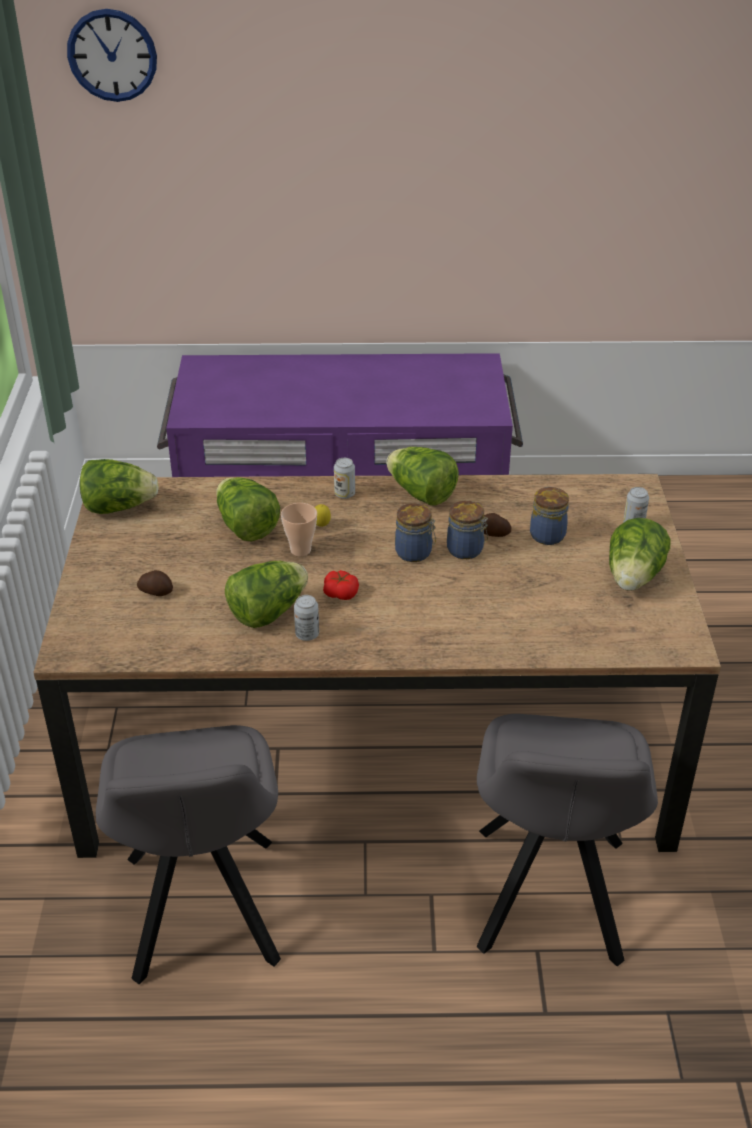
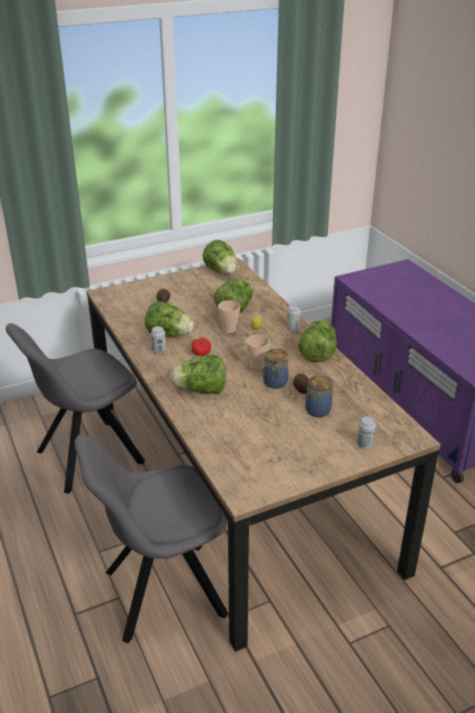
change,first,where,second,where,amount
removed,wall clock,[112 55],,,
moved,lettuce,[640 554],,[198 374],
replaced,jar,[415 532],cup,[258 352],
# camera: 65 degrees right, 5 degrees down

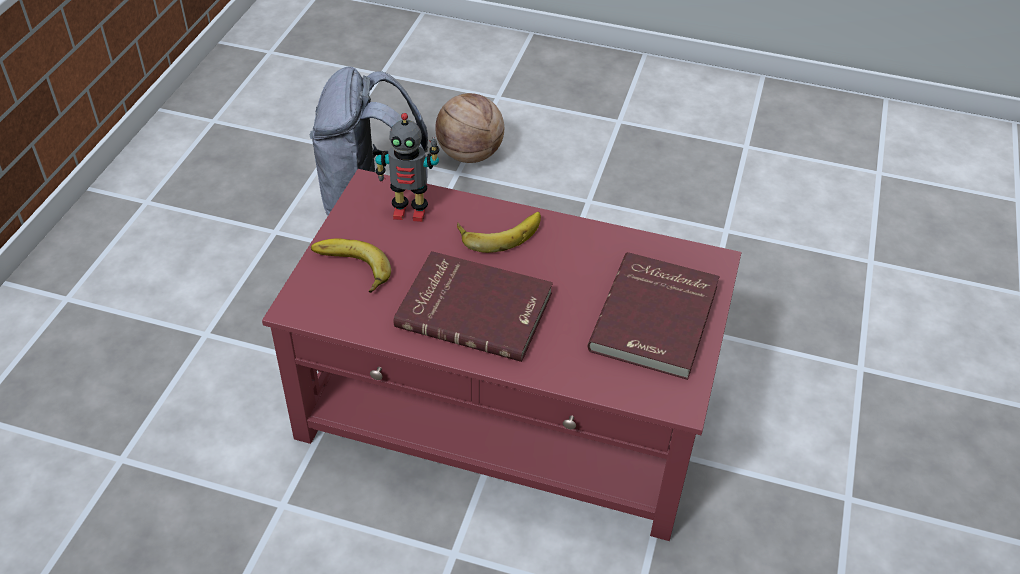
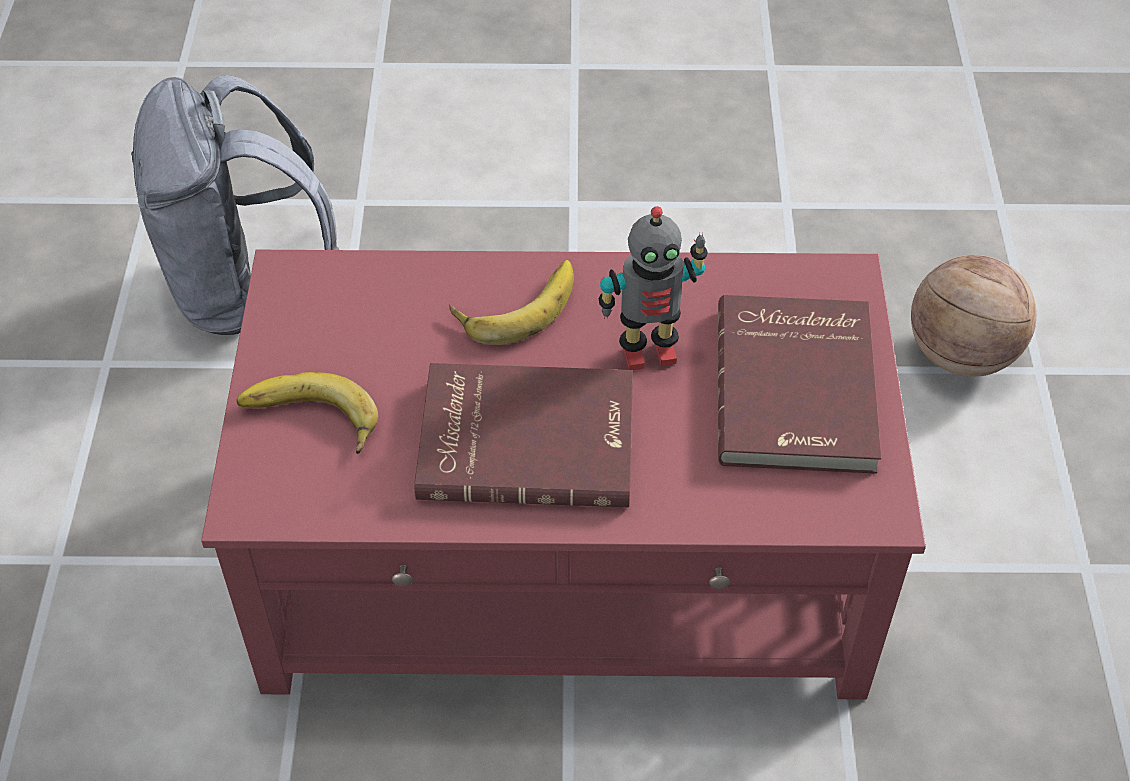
change,first,where,second,where,amount
moved,toy robot,[407 167],,[653 288],
moved,basketball,[469 128],,[973 316],
# camera: 15 degrees left, 5 degrees up

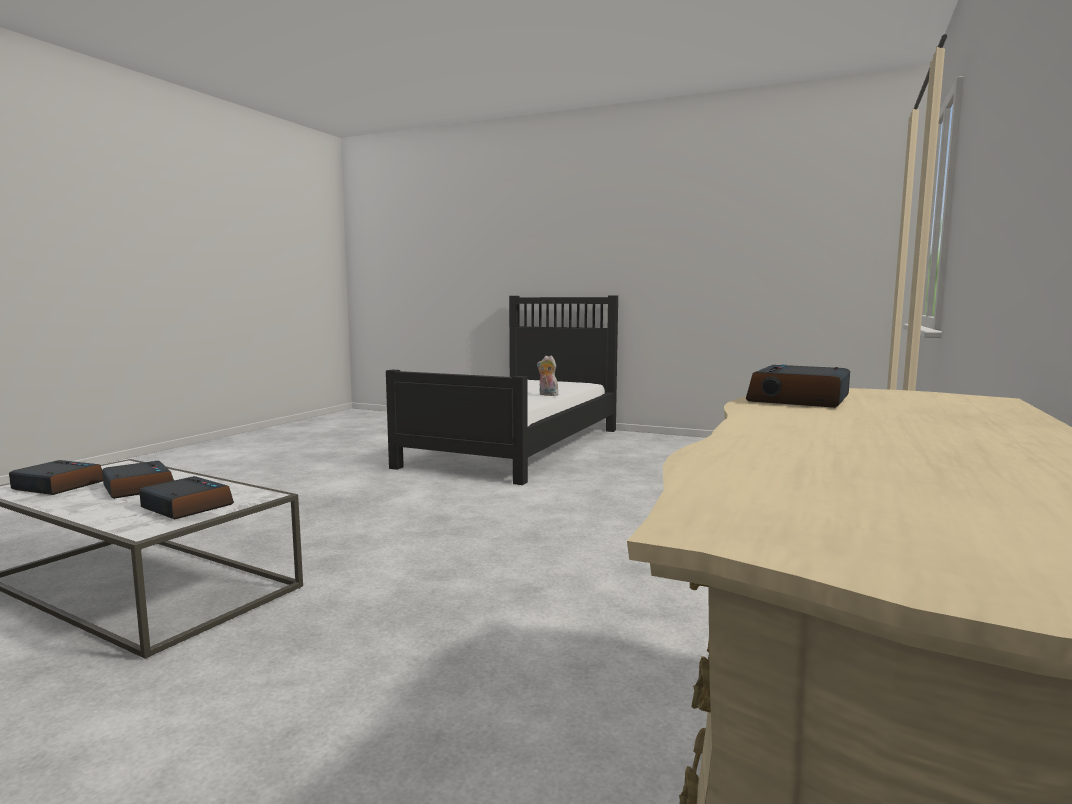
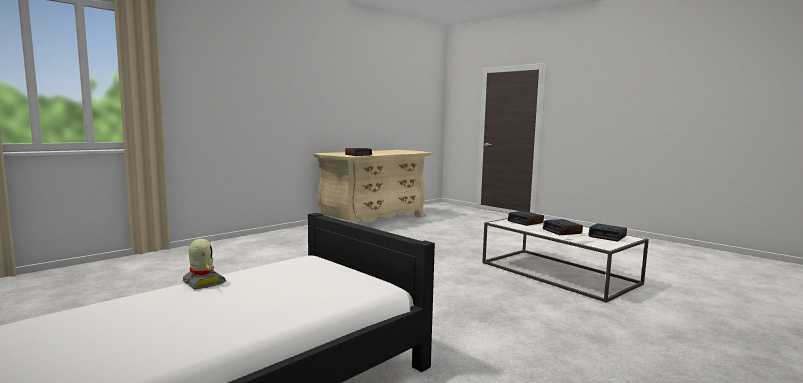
change,first,where,second,where,amount
replaced,plush toy,[547 376],toy robot,[204 264],
# camera: 160 degrees left, 0 degrees up

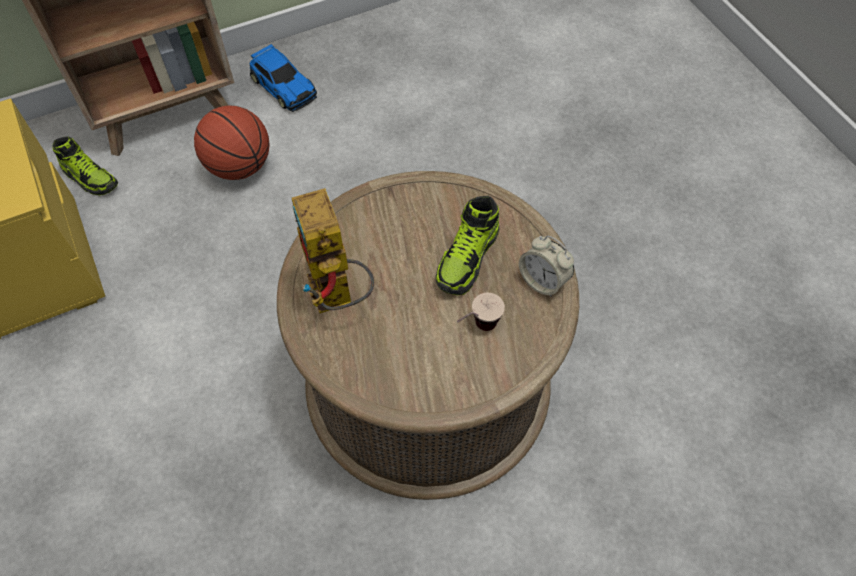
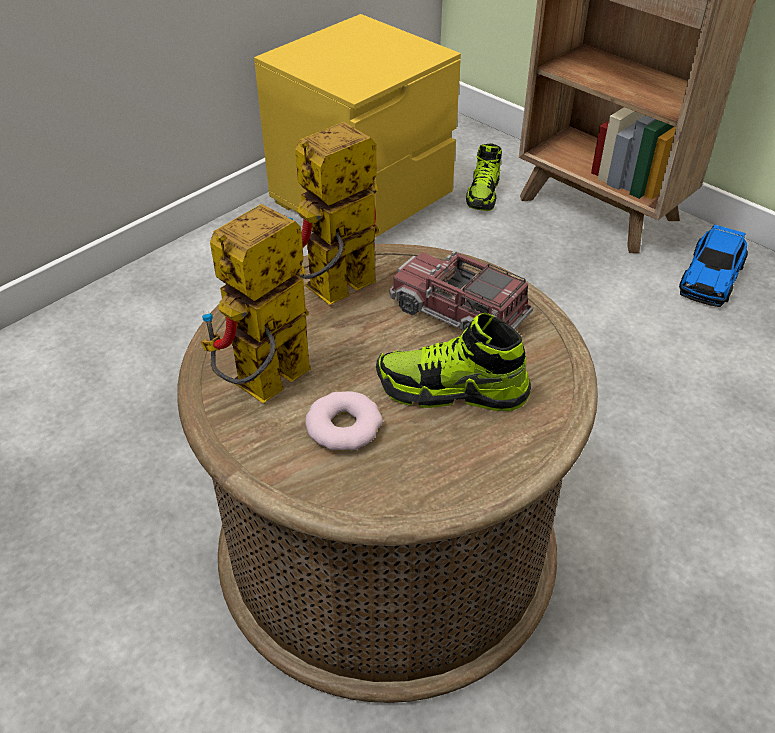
change,first,where,second,where,amount
removed,basketball,[232 143],,,
removed,alarm clock,[546 266],,,
added,,,toy robot,[256 303],
added,,,toy truck,[461 290],
replaced,cup,[481 311],donut,[344 421],
# camera: 70 degrees right, 15 degrees down

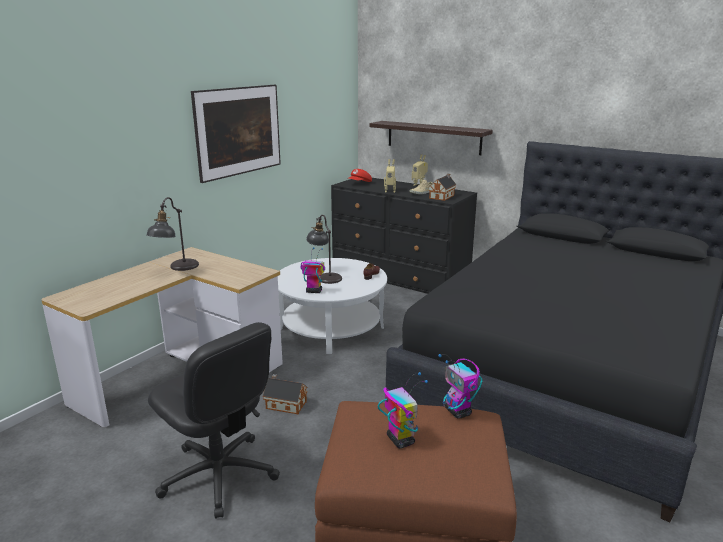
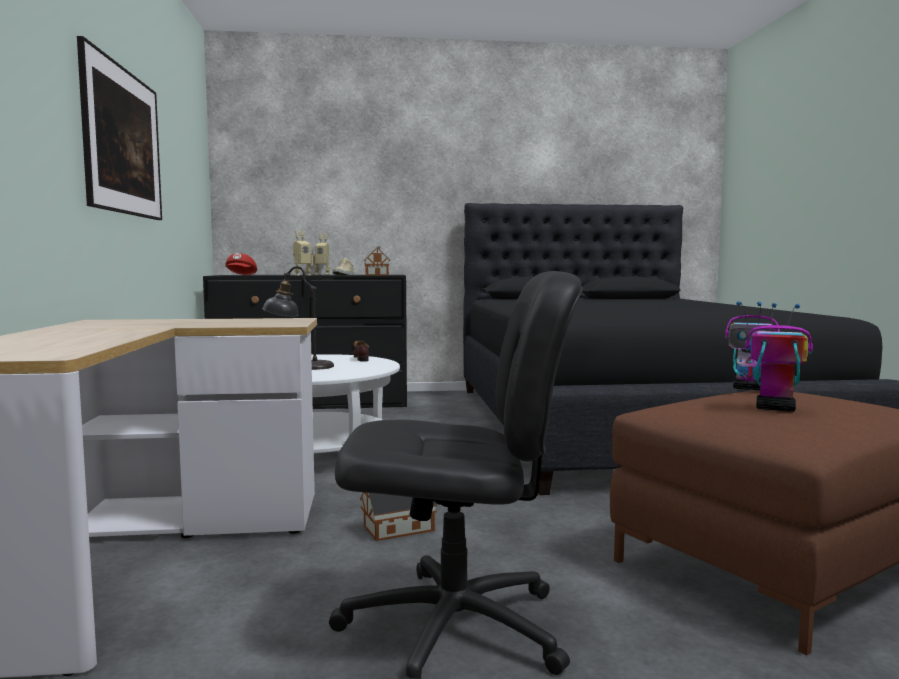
change,first,where,second,where,amount
removed,grey table lamp,[172 234],,,
removed,toy robot,[313 270],,,
removed,shelf,[431 138],,,
# camera: 40 degrees left, 15 degrees down

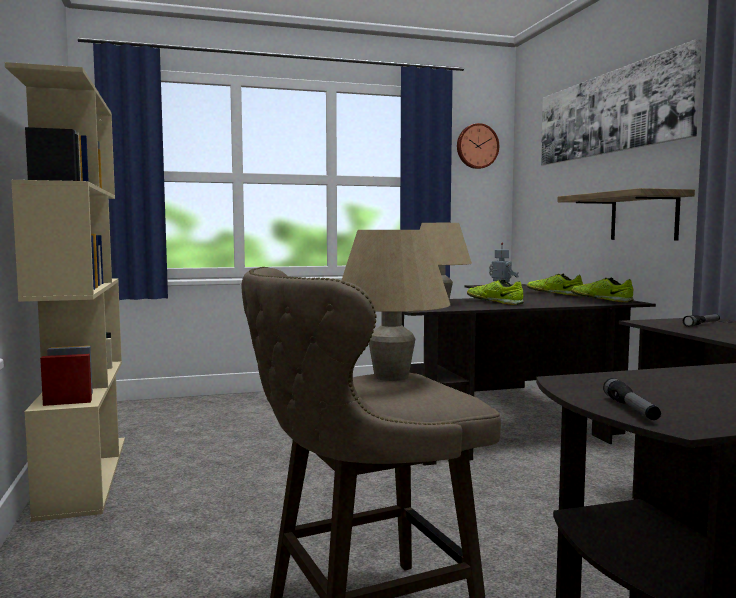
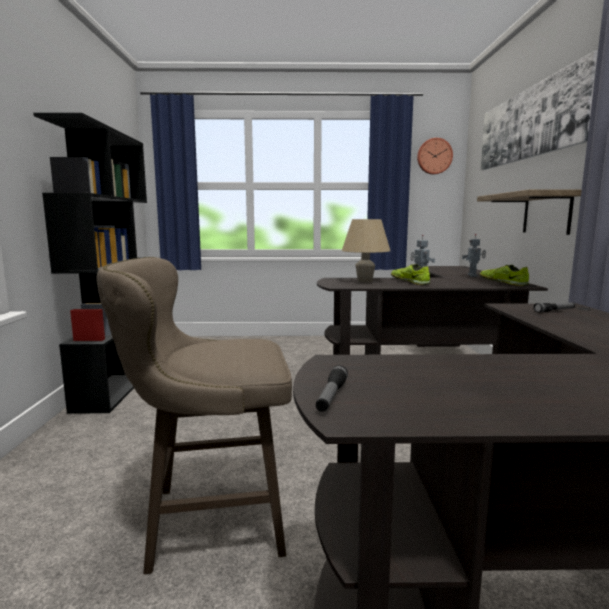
change,first,where,second,where,amount
removed,beige table lamp,[396 305],,,
replaced,shoe,[555 285],toy robot,[474 255],
recoloured,beige bookcase,[65 292],black bookcase,[90 263],
# camera: 15 degrees right, 5 degrees up

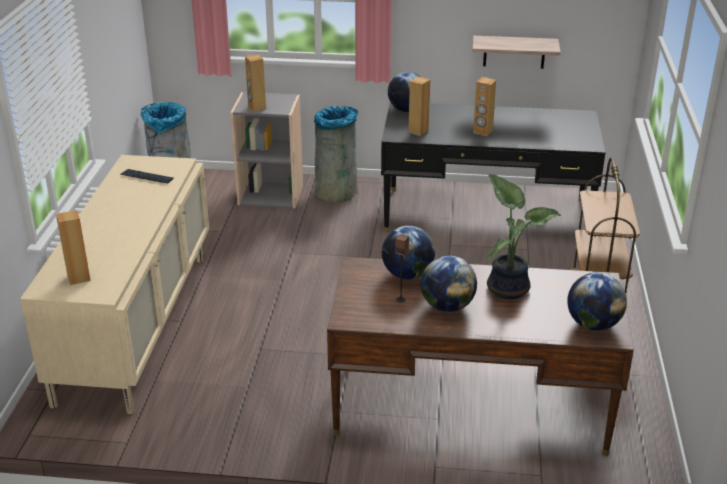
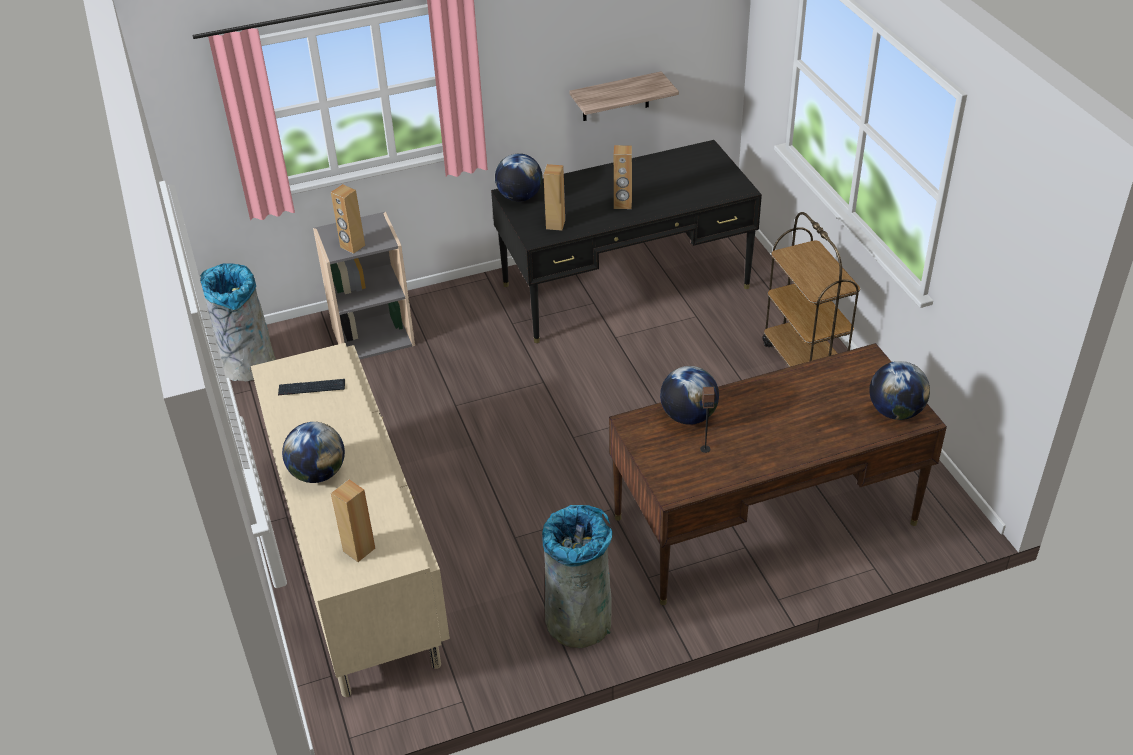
change,first,where,second,where,amount
removed,potted plant,[523 236],,,
moved,grey trash can,[336 154],,[577 576],
moved,globe,[449 283],,[313 452],
# camera: 25 degrees left, 10 degrees up

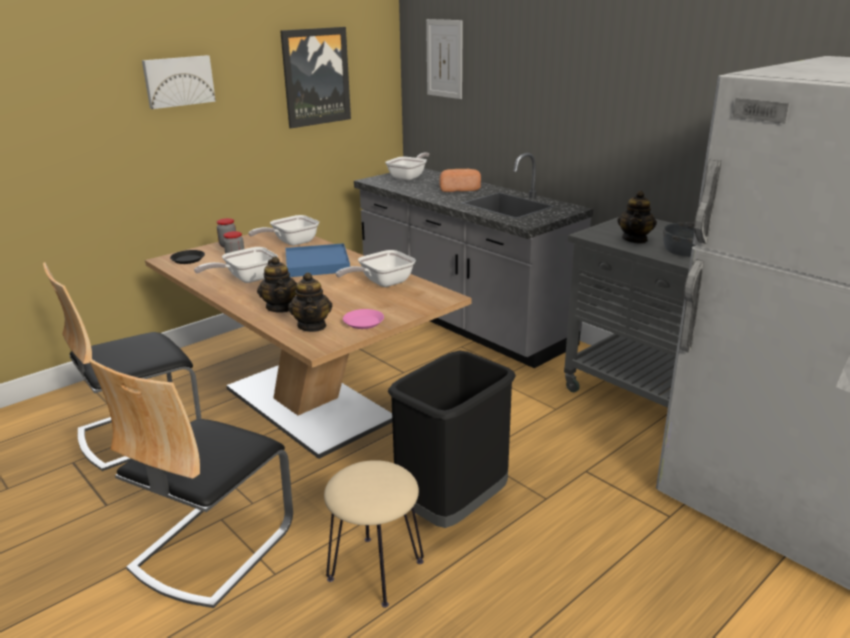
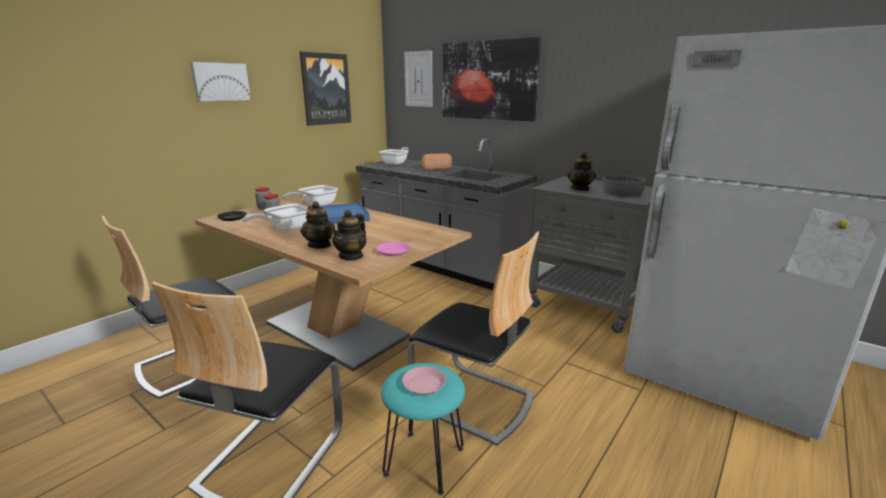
change,first,where,second,where,amount
removed,frying pan,[376 268],,,
added,,,pink plate,[424 380],
added,,,picture,[492 79],
replaced,black trash can,[452 439],chair,[473 338],
recoloured,beige stool,[374 534],turquoise stool,[423 429],
turned,teapot,[310 302],,[348 235],45 degrees clockwise
# camera: 10 degrees left, 5 degrees down

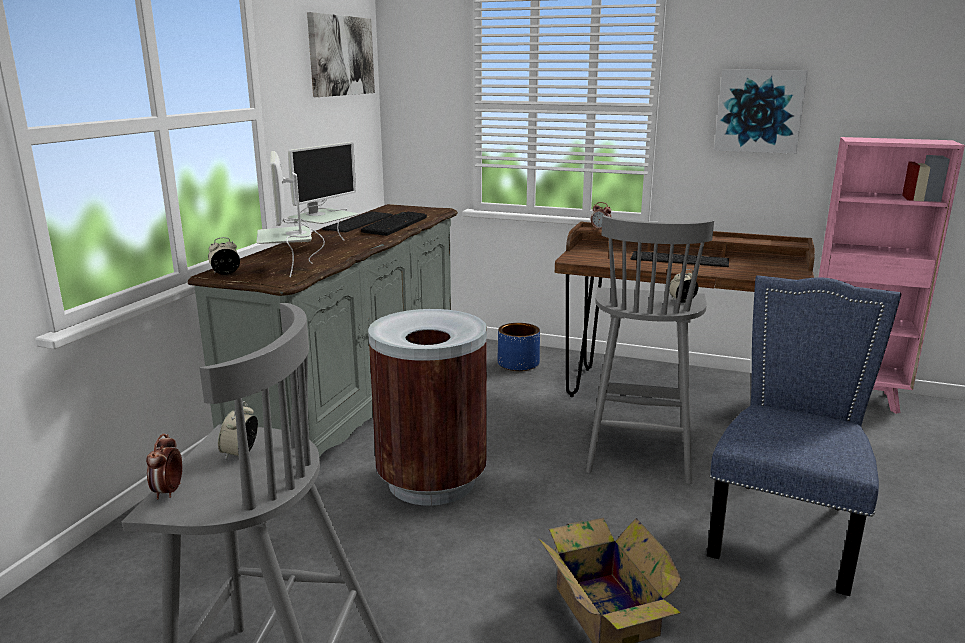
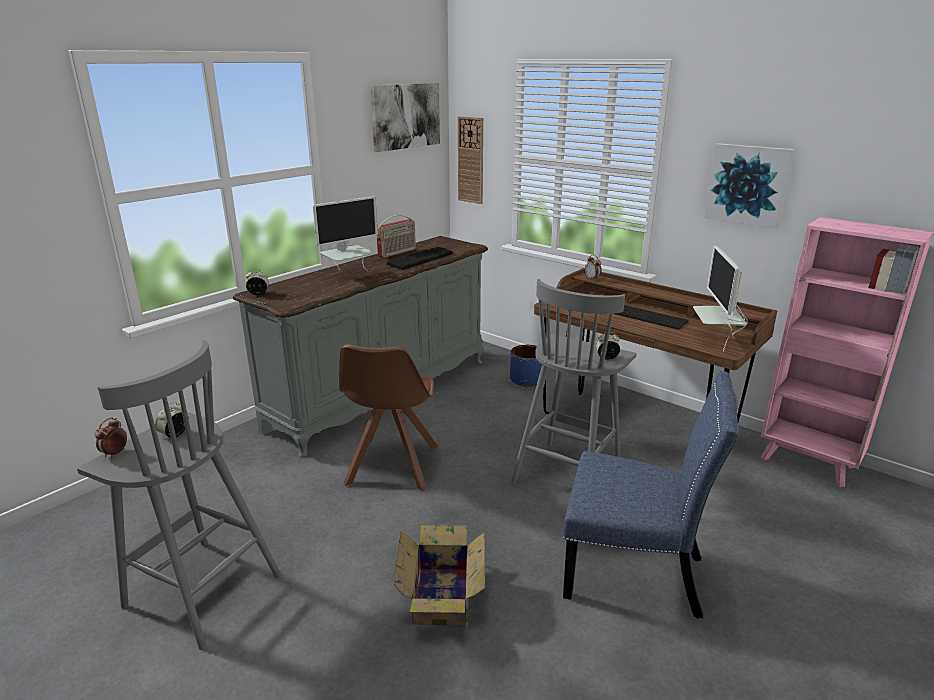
change,first,where,second,where,amount
added,,,wall clock,[470 160],
moved,monitor,[291 214],,[720 298],
replaced,keyboard,[357 221],radio,[396 236],
replaced,brown trash can,[427 407],brown chair,[388 417],
turned,blue chair,[804 435],,[651 495],60 degrees clockwise
# camera: 20 degrees right, 5 degrees up

